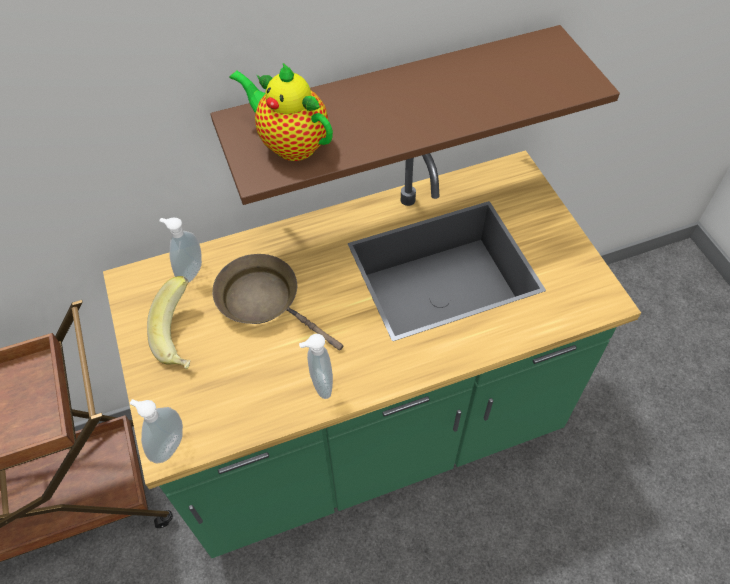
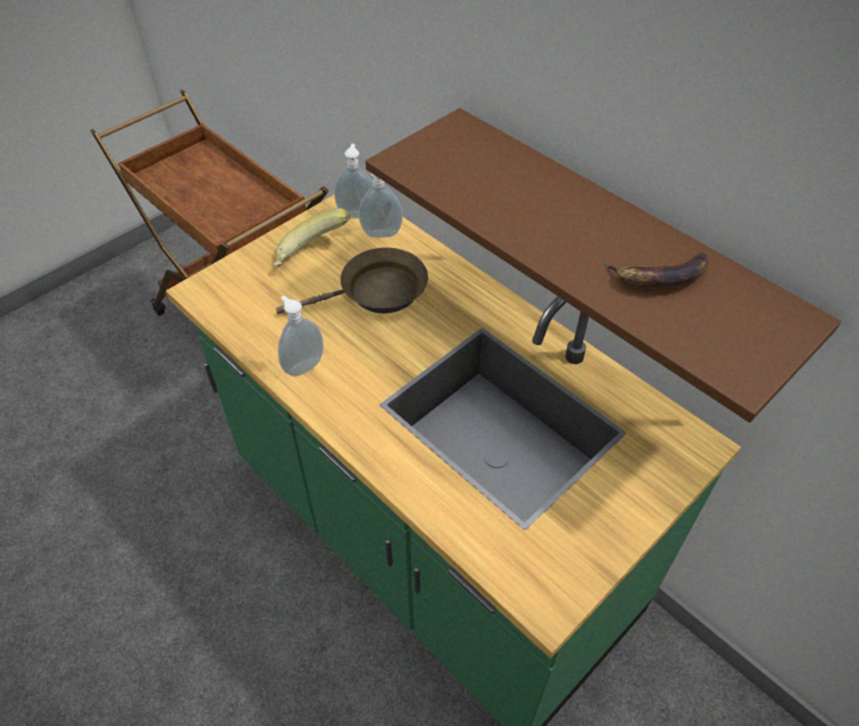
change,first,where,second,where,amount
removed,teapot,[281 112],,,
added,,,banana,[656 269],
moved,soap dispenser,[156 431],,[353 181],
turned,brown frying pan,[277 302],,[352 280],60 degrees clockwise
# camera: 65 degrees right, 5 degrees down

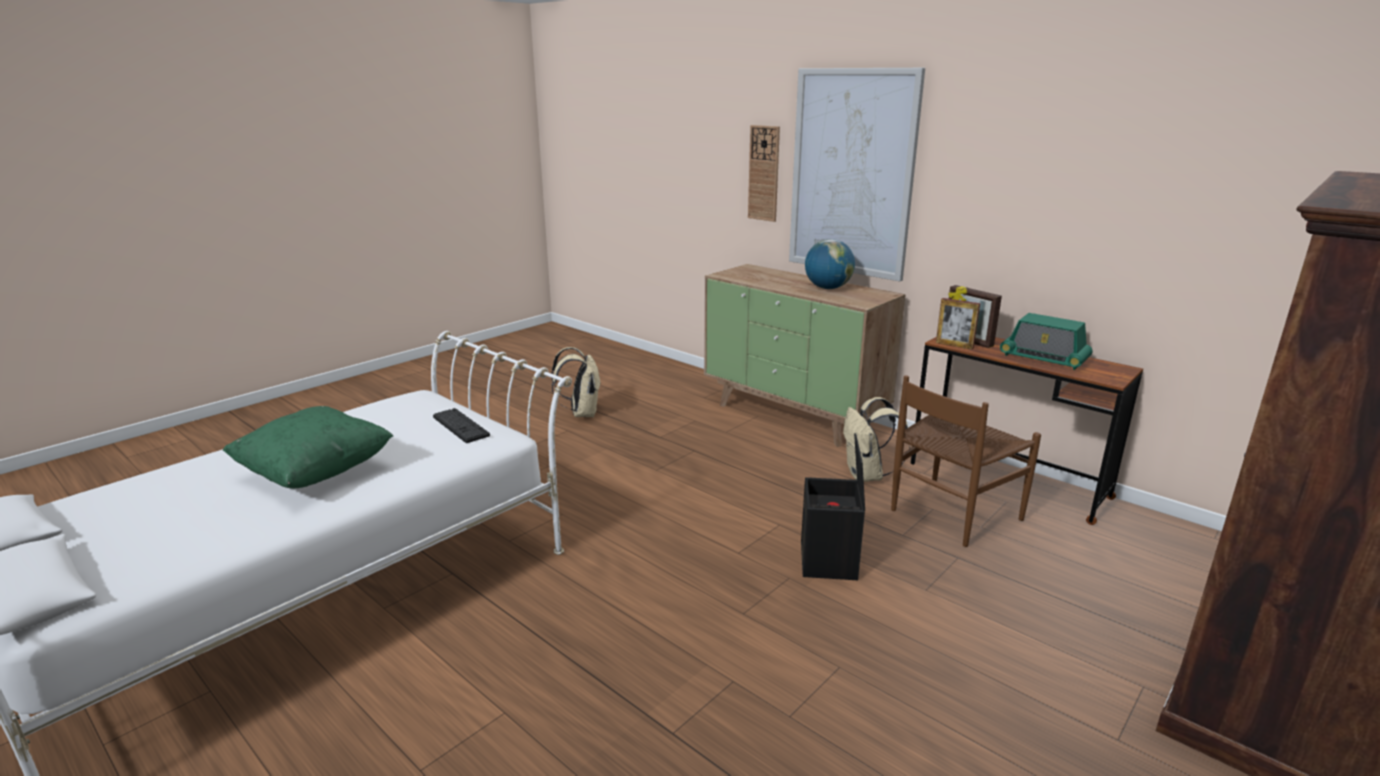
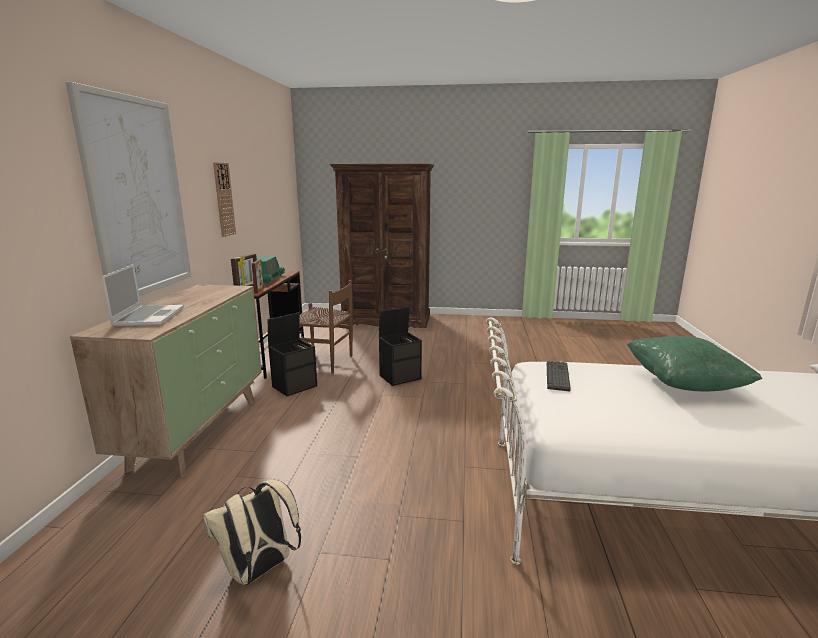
change,first,where,second,where,amount
removed,globe,[830 264],,,
added,,,laptop,[143 295],
moved,wall clock,[764 173],,[224 199],
replaced,beige backpack,[876 439],black storage box,[292 354],
# camera: 125 degrees left, 5 degrees down

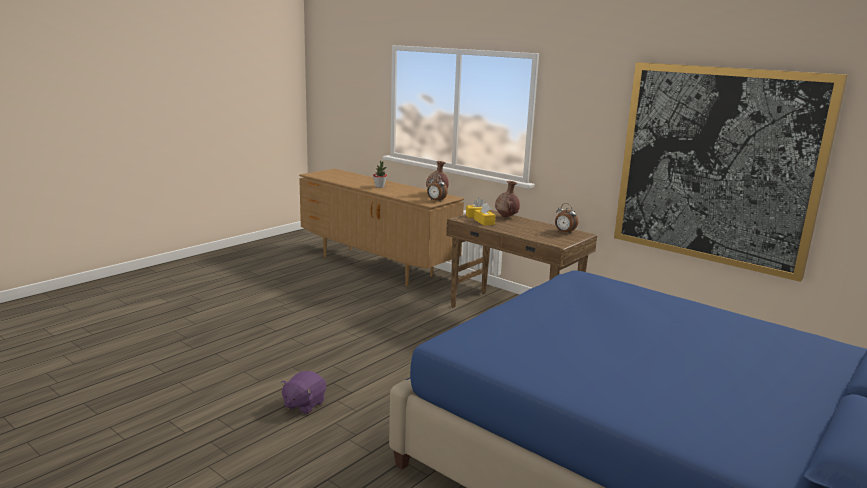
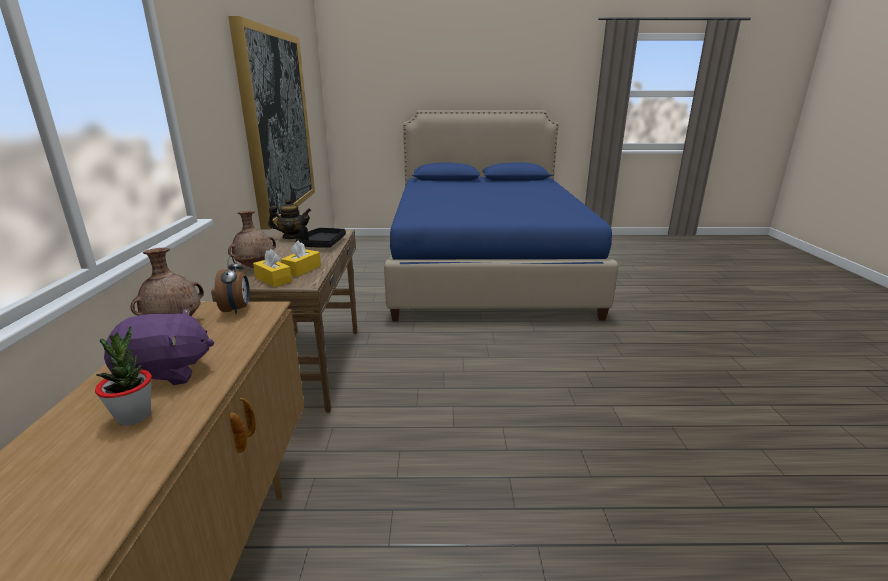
change,first,where,second,where,amount
added,,,black tray,[320 237],
moved,purple plush toy,[303 392],,[159 346],
replaced,alarm clock,[566 218],teapot,[289 218],
# camera: 130 degrees left, 5 degrees up

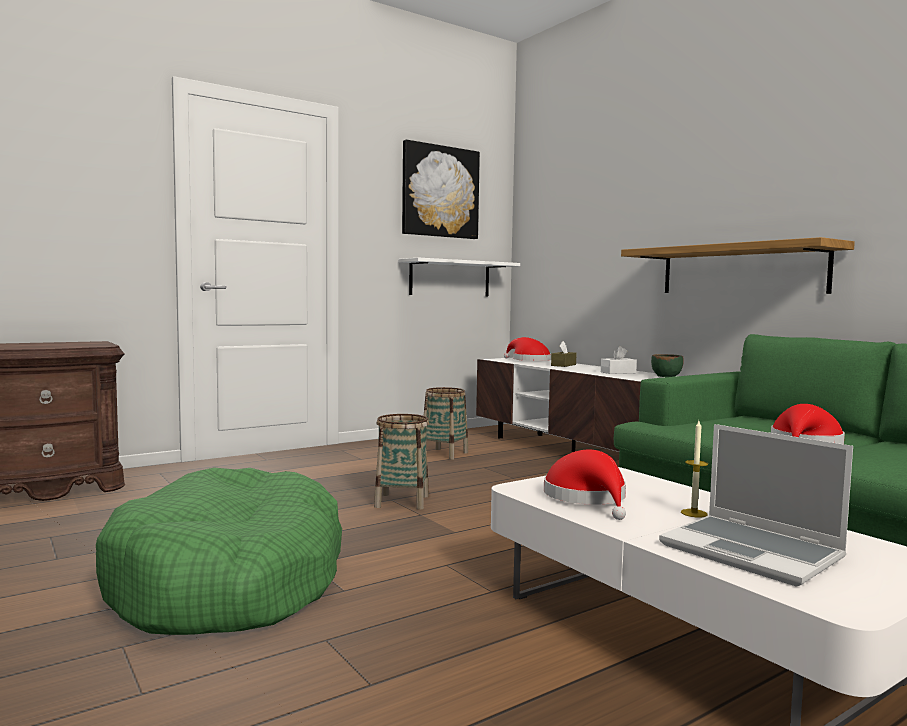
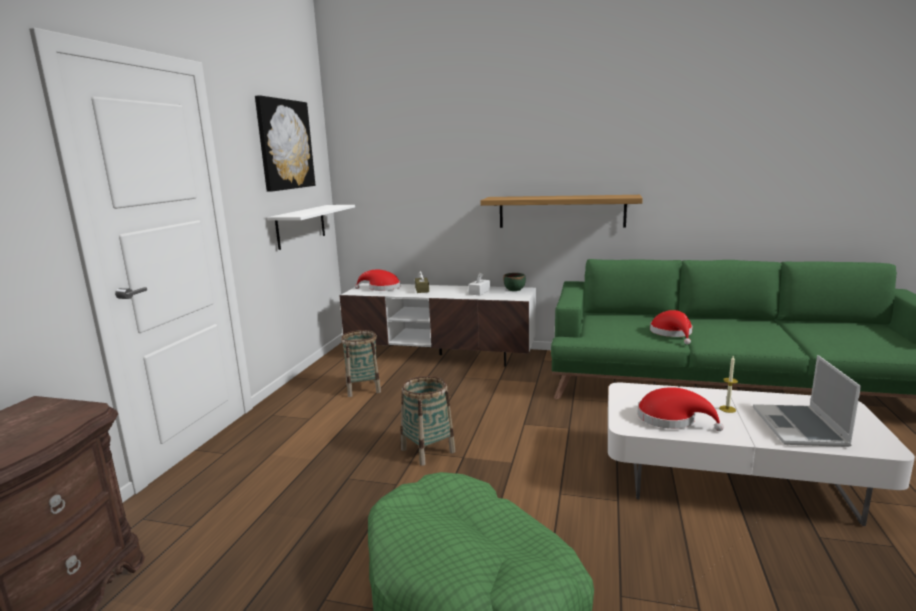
change,first,where,second,where,amount
turned,laptop,[756 505],,[807 401],90 degrees clockwise
# camera: 40 degrees left, 10 degrees up

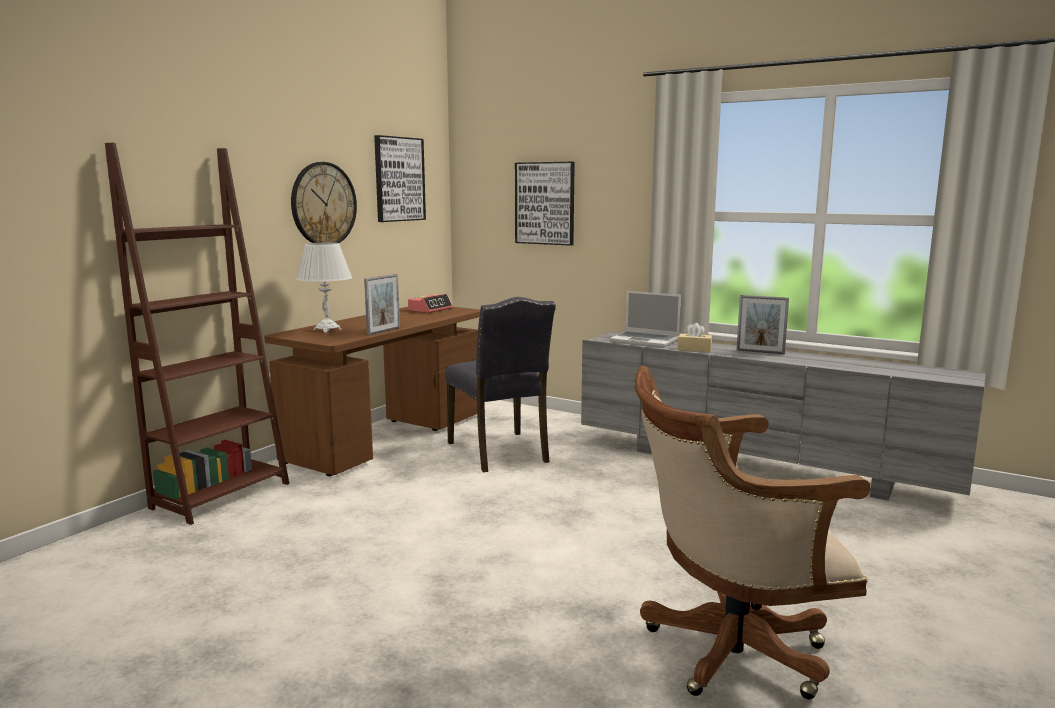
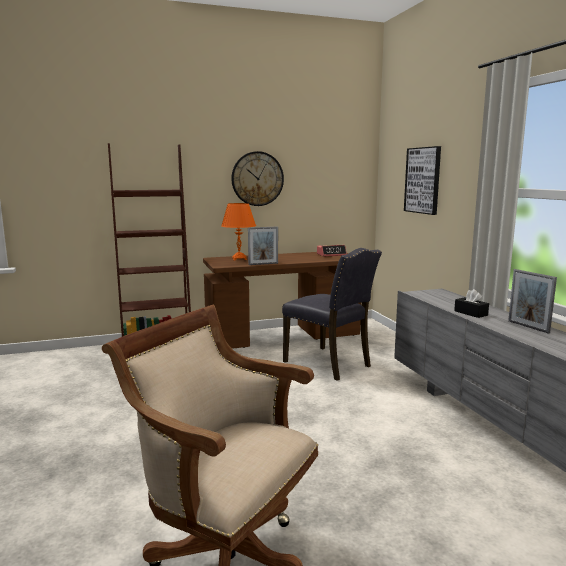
change,first,where,second,where,amount
removed,picture,[400 178],,,
removed,laptop,[645 319],,,
recoloured,white table lamp,[324 287],orange table lamp,[238 231],
recoloured,beige tissue box,[695 337],black tissue box,[471 303],
turned,grey chair,[500 384],,[332 314],60 degrees counterclockwise
# camera: 40 degrees right, 0 degrees up

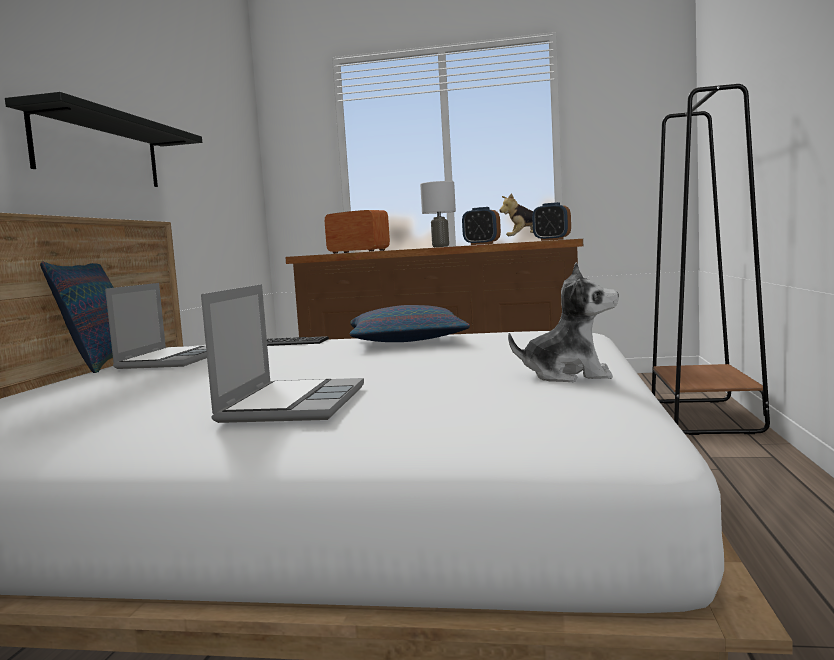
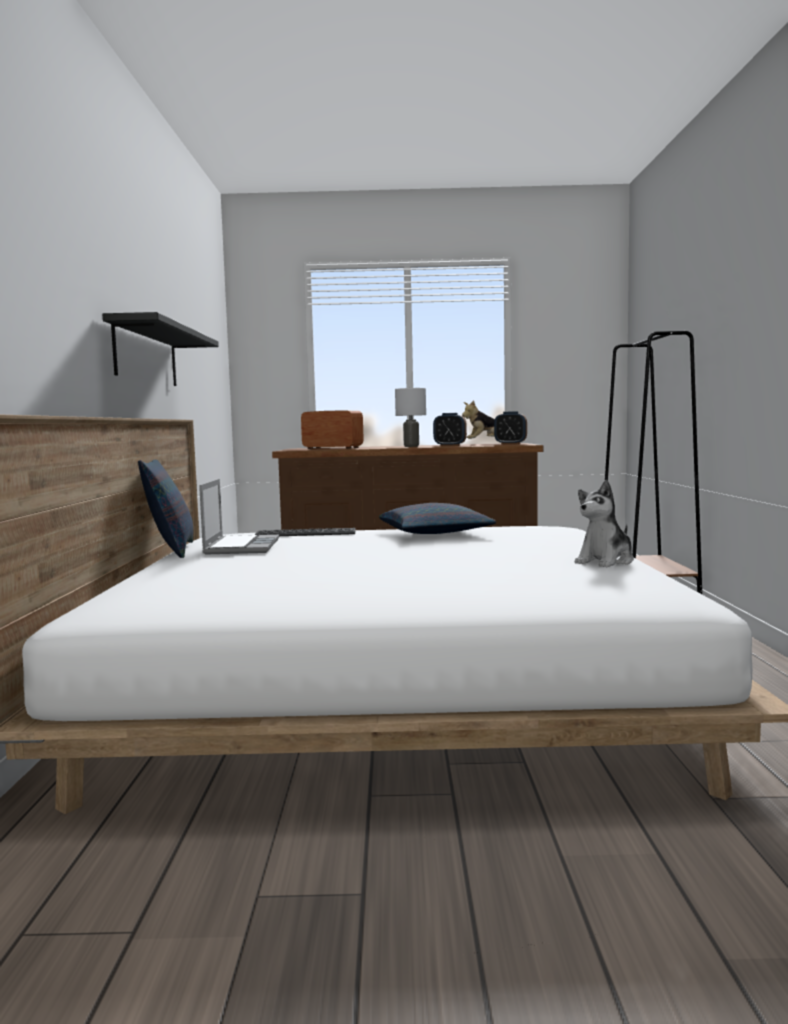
change,first,where,second,where,amount
removed,laptop,[282 353],,,
turned,plush toy,[563 322],,[604 523],135 degrees clockwise
# camera: 10 degrees left, 0 degrees up

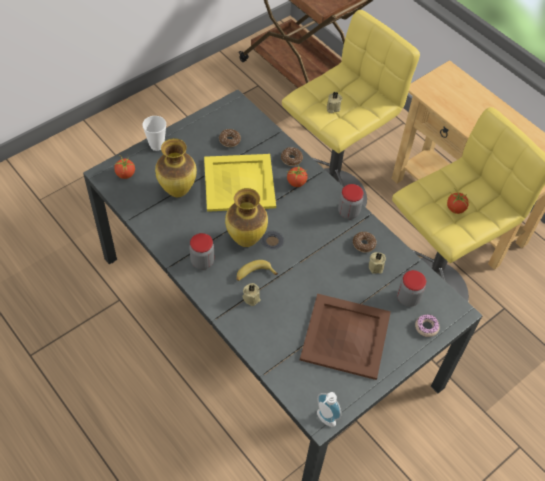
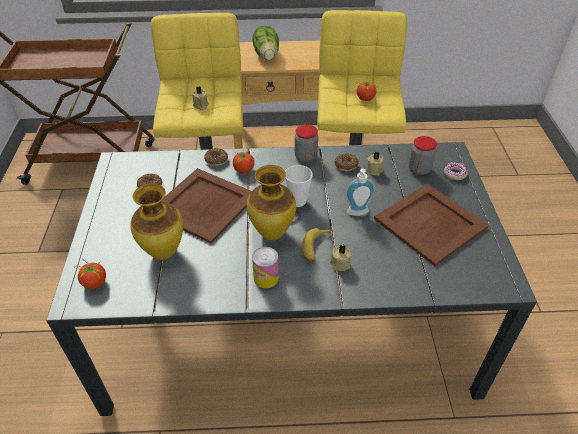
change,first,where,second,where,amount
added,,,lettuce,[265 42],
moved,cup,[154 133],,[299 186],
moved,soap dispenser,[329 409],,[360 192],
replaced,jar,[201 251],can,[265 267],
recoloured,yellow tray,[240 183],brown tray,[207 206],
# camera: 50 degrees left, 10 degrees down

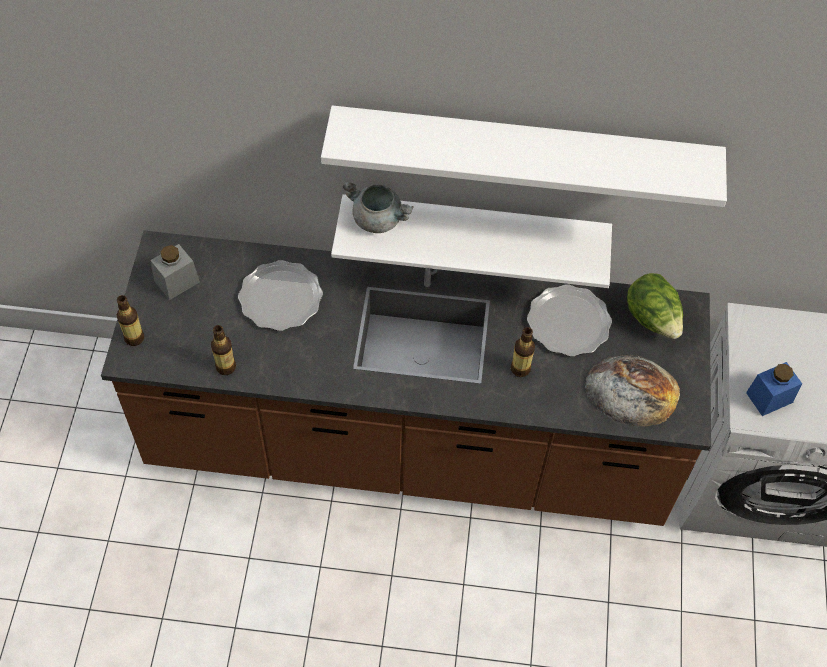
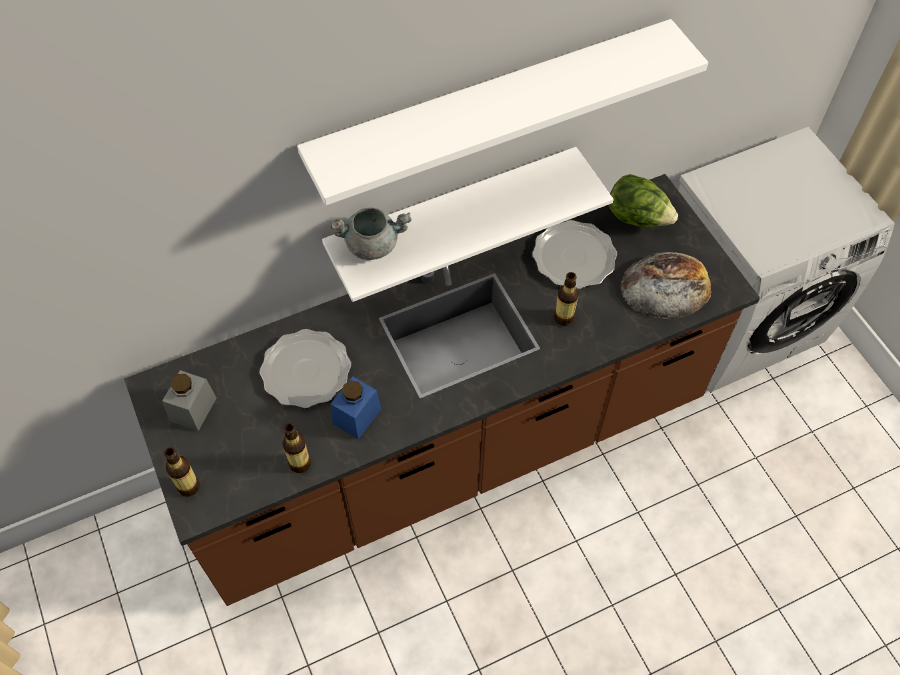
change,first,where,second,where,amount
moved,blue jar,[774 389],,[355 407],
# camera: 30 degrees left, 0 degrees up

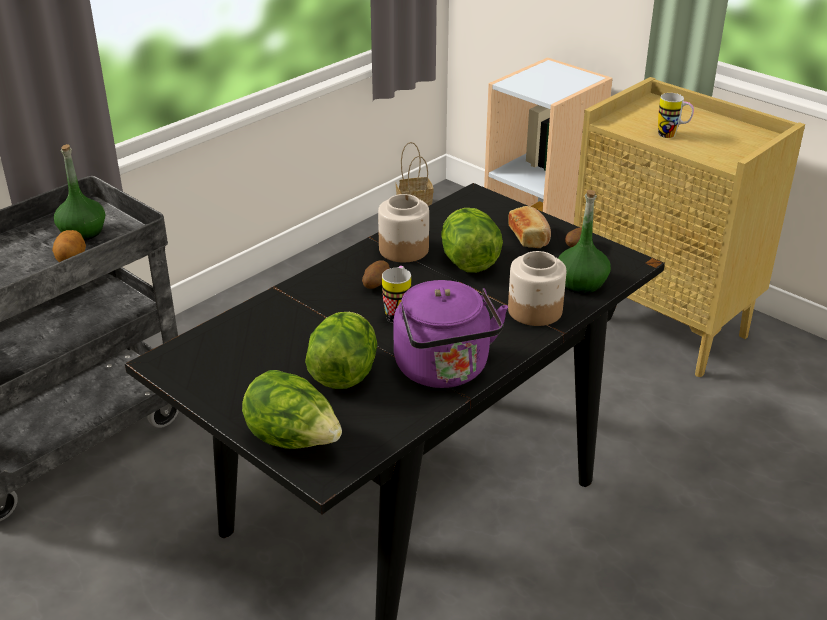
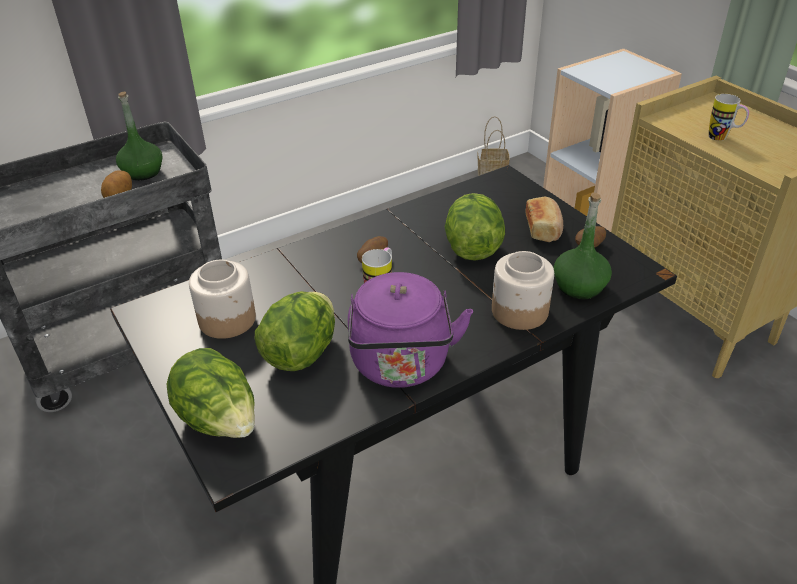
change,first,where,second,where,amount
moved,jar,[403 228],,[222 299],
# camera: 15 degrees right, 5 degrees up

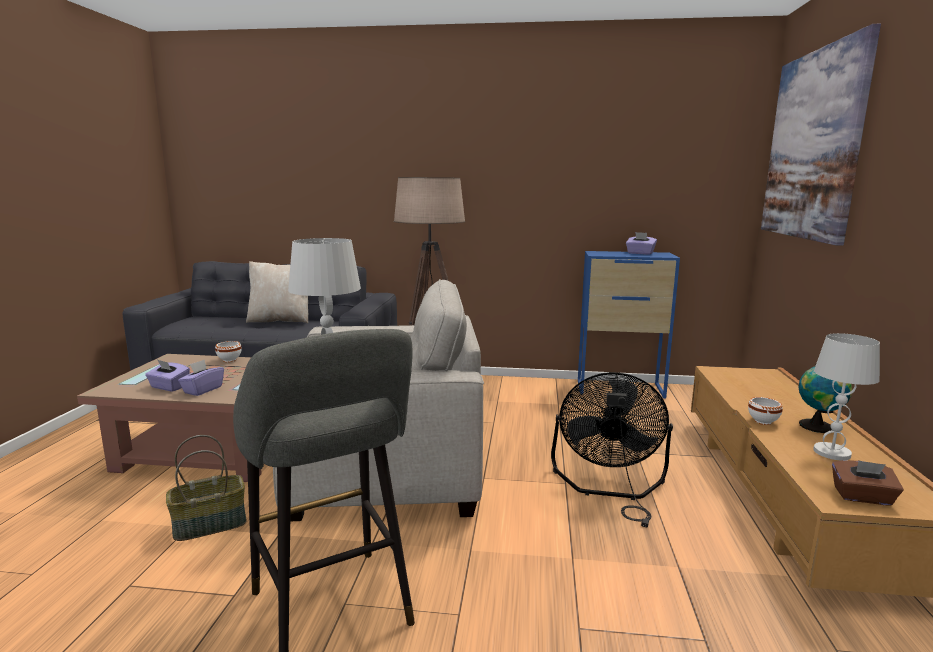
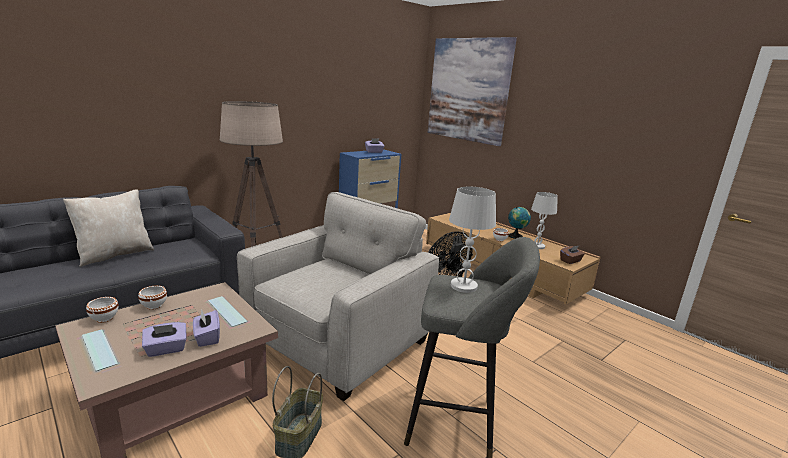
change,first,where,second,where,amount
added,,,white bowl,[102 310],
# camera: 50 degrees left, 5 degrees up

